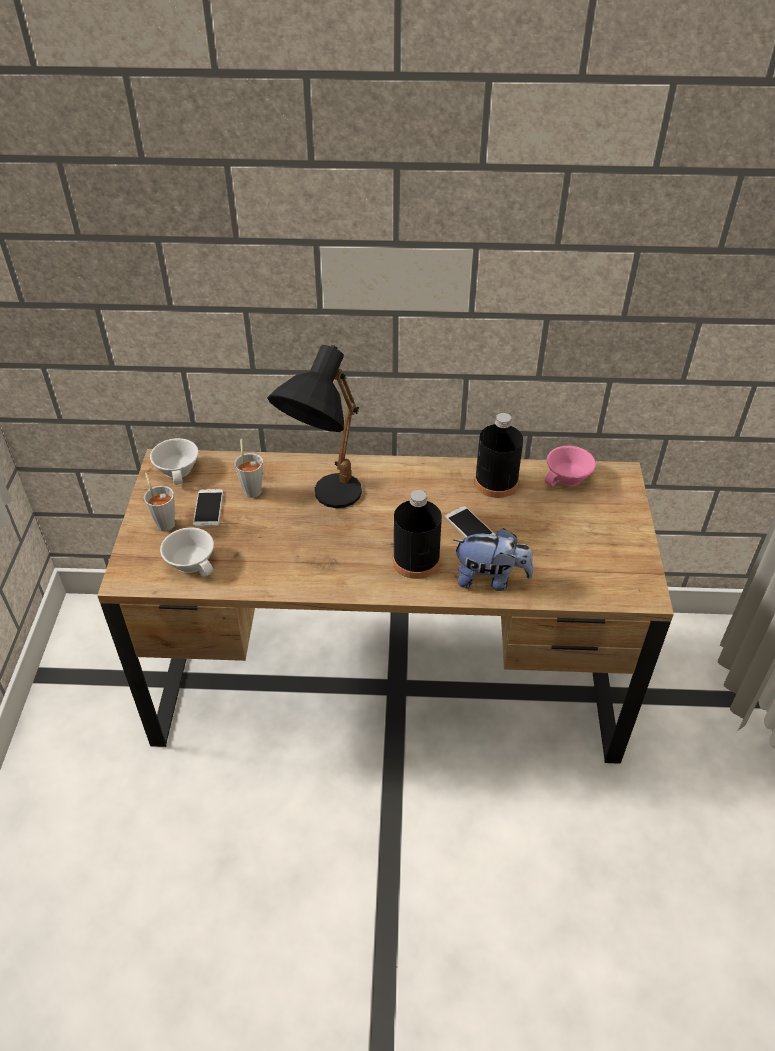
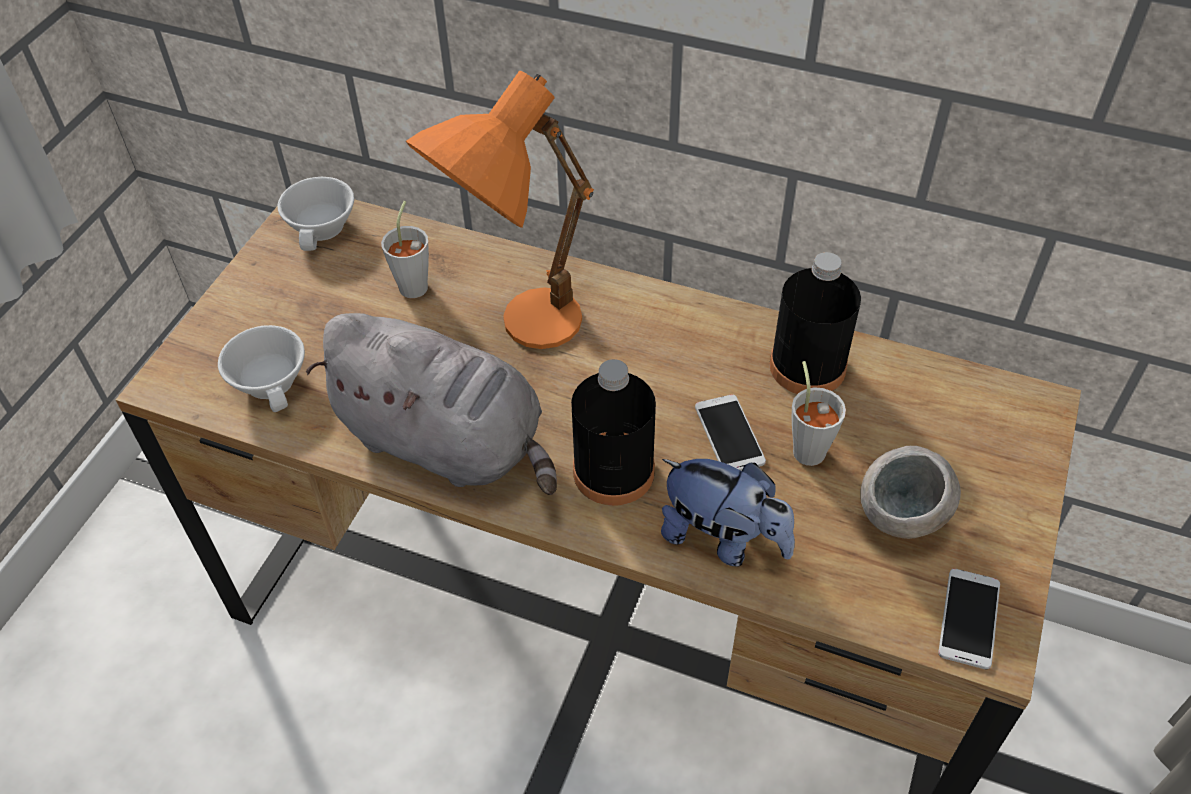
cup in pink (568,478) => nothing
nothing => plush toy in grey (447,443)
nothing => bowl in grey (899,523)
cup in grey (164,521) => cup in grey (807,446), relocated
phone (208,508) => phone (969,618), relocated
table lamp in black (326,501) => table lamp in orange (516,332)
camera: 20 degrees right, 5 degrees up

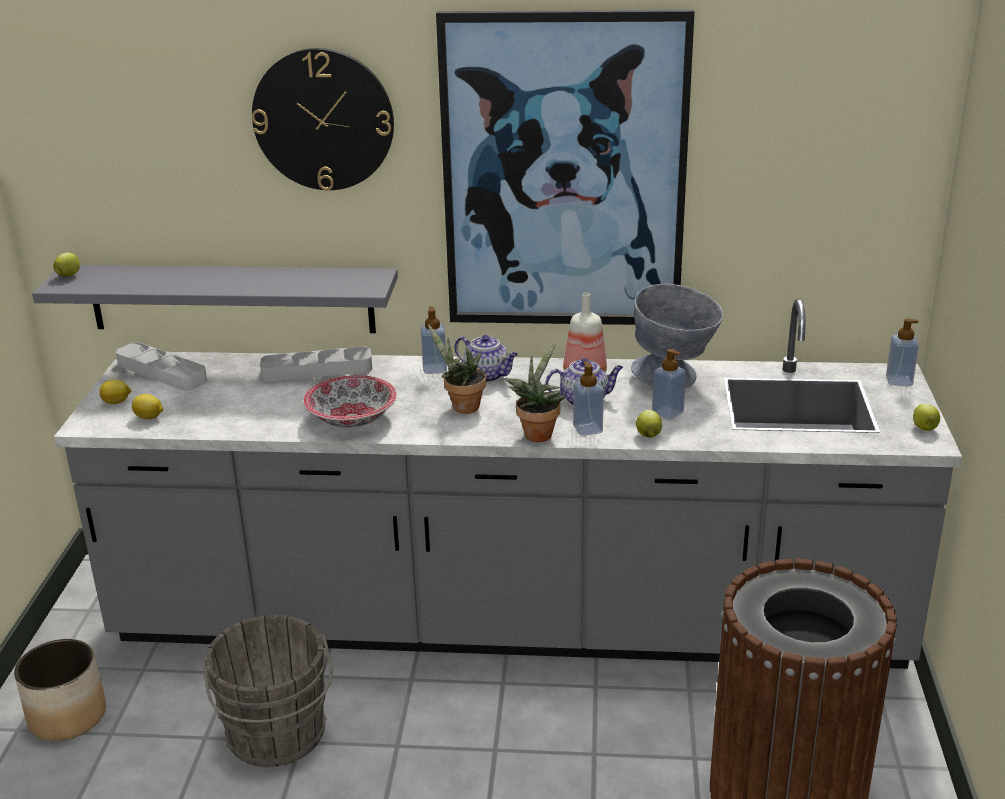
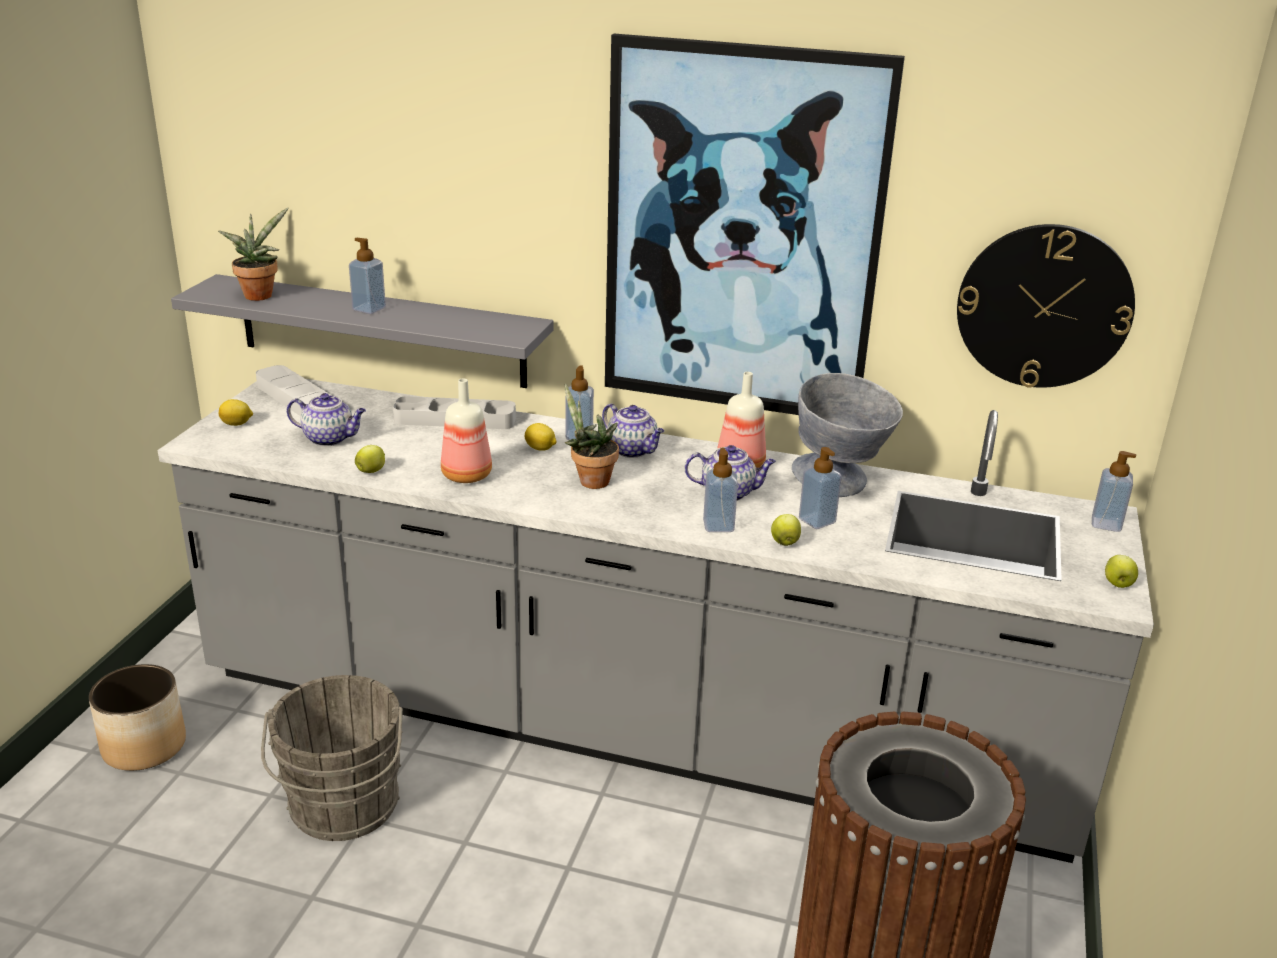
nothing => teapot (330,439)
nothing => soap dispenser (369,309)
apple (69,275) => apple (371,471), relocated
lemon (149,417) => lemon (540,449), relocated
wall clock (323,120) => wall clock (1044,306), relocated
potted plant (537,433) => potted plant (260,294), relocated
bowl (352,418) => bottle (468,476)
camera: 10 degrees right, 0 degrees up

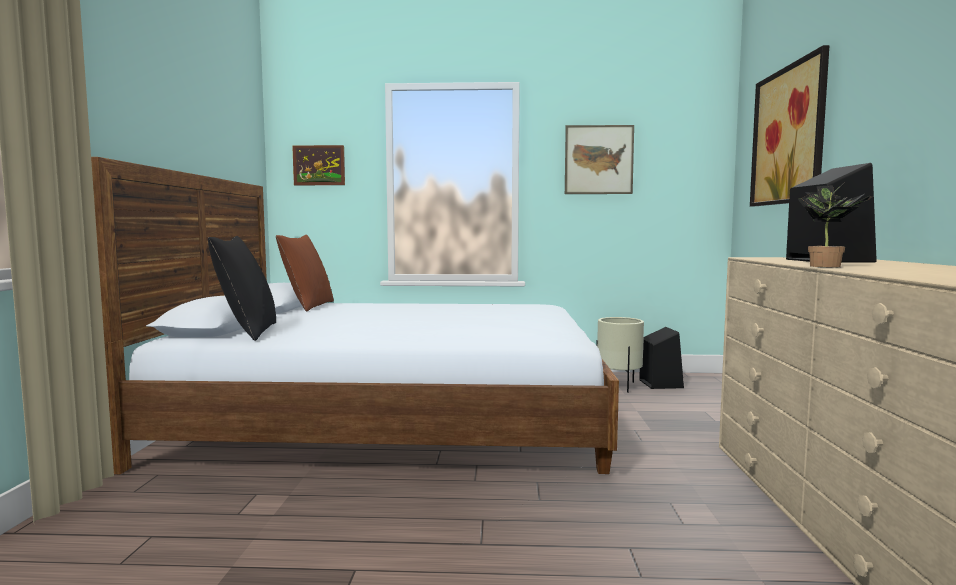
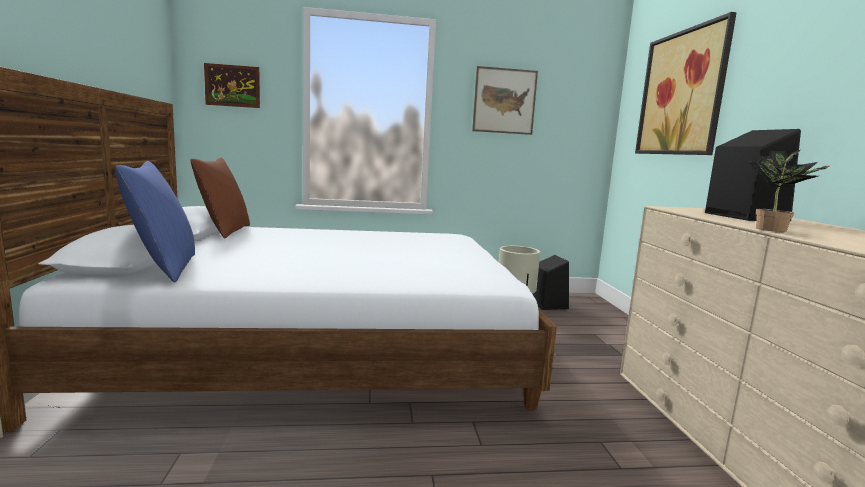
pillow in black (248,332) => pillow in blue (164,268)
camera: 10 degrees left, 5 degrees up

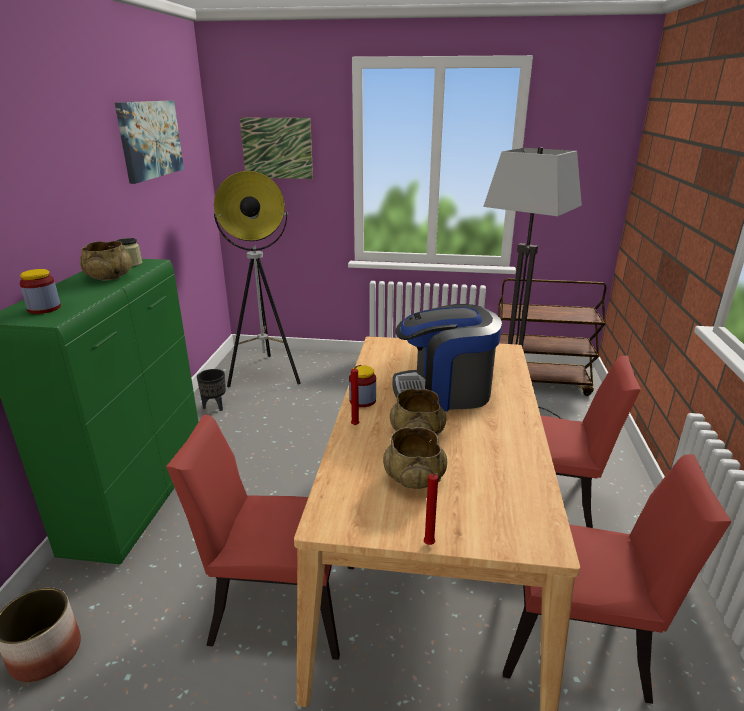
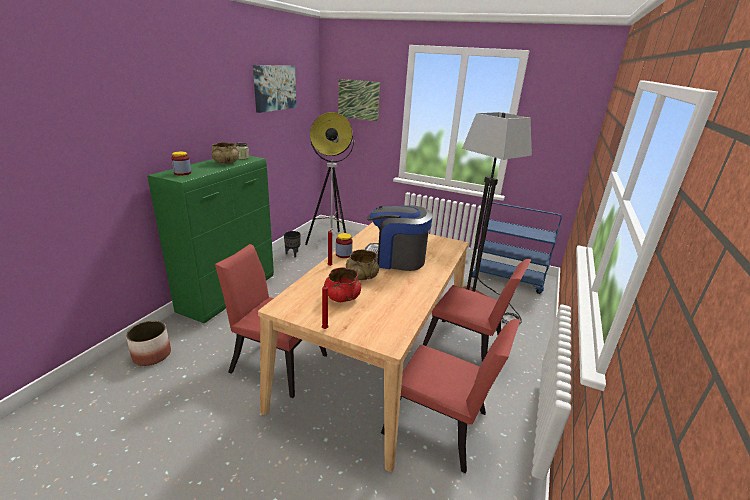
bowl in beige (414,477) => bowl in red (342,297)
cart in brown (538,383) => cart in blue (508,279)
camera: 15 degrees right, 0 degrees up

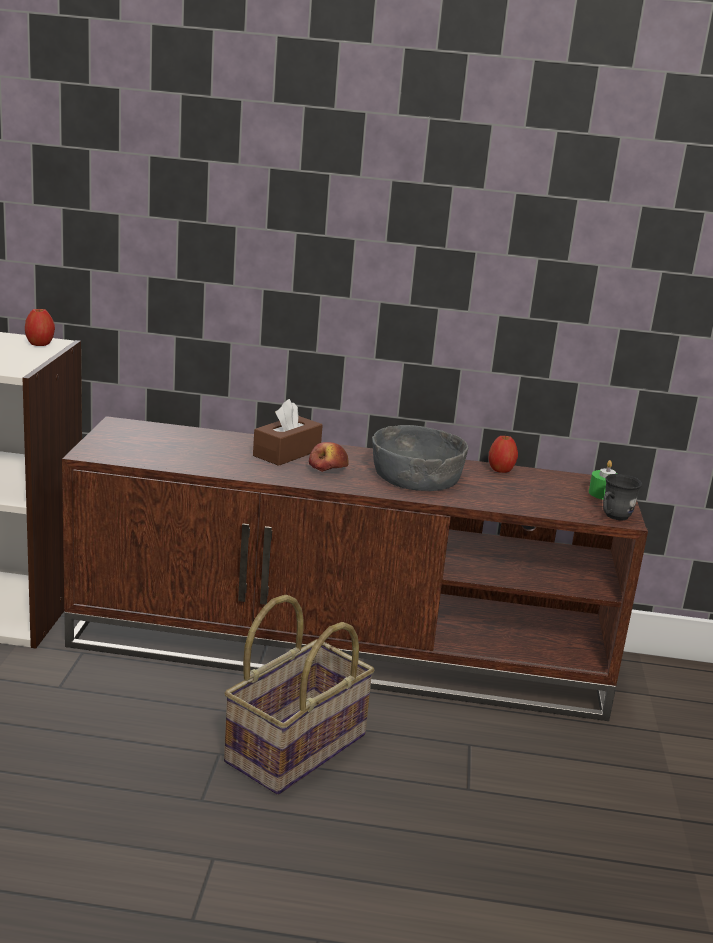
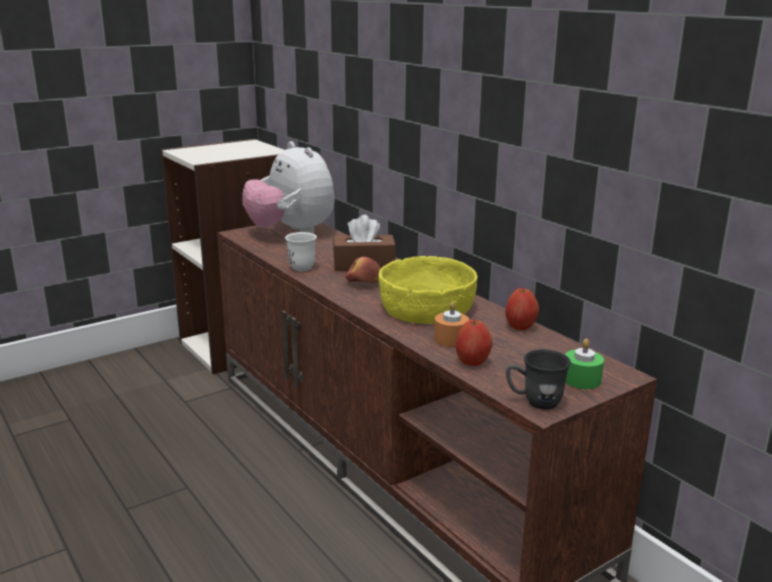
basket (295,747) => nothing
nothing => plush toy (291,232)
nothing => mug in white (299,266)
nothing => candle in orange (451,339)
apple (40,344) => apple (472,362), relocated
bowl in grey (415,474) => bowl in yellow (426,306)
camera: 50 degrees right, 0 degrees up

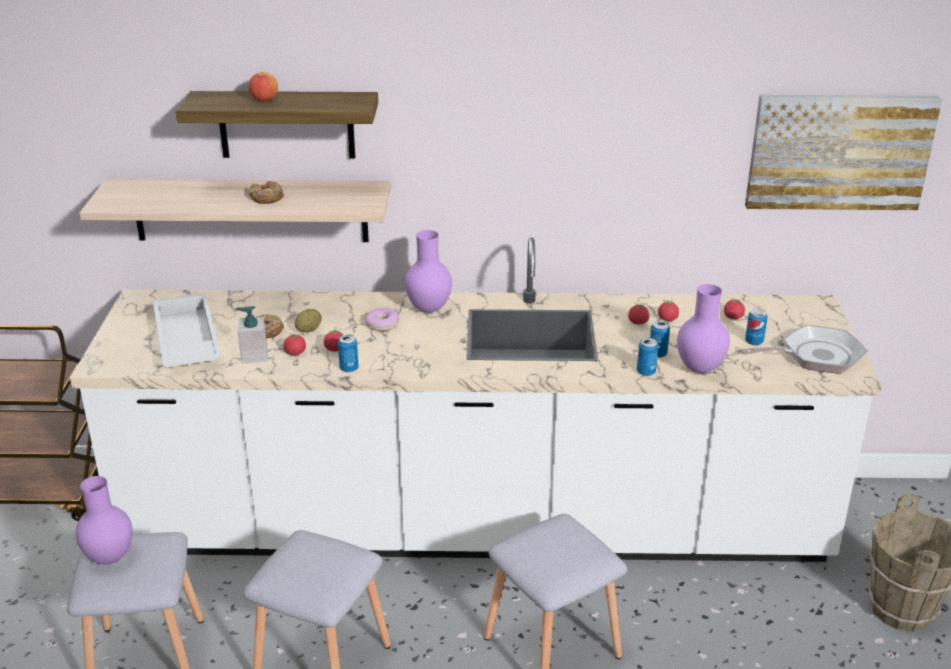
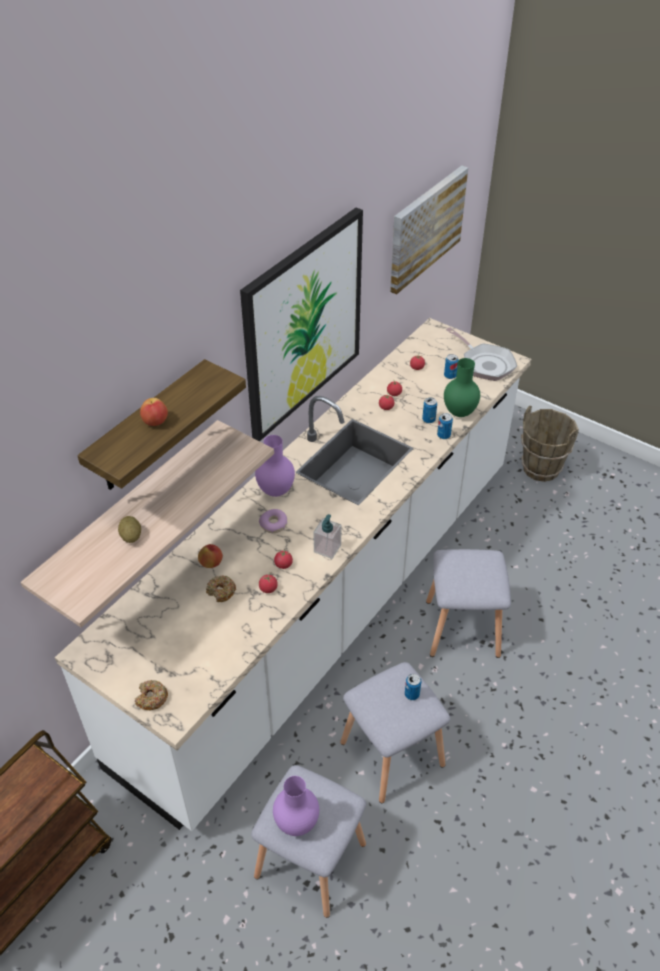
tray in white (185,341) => nothing
nothing => apple (211,563)
nothing => picture (303,324)
soap dispenser (254,356) => soap dispenser (327,548), relocated
donut (266,198) => donut (151,698), relocated
potato (309,330) => potato (131,536), relocated
can (349,368) => can (412,694), relocated
vase in purple (700,369) => vase in green (460,413)
frying pan (815,356) => frying pan (485,363), 120 degrees clockwise
camera: 55 degrees left, 15 degrees up

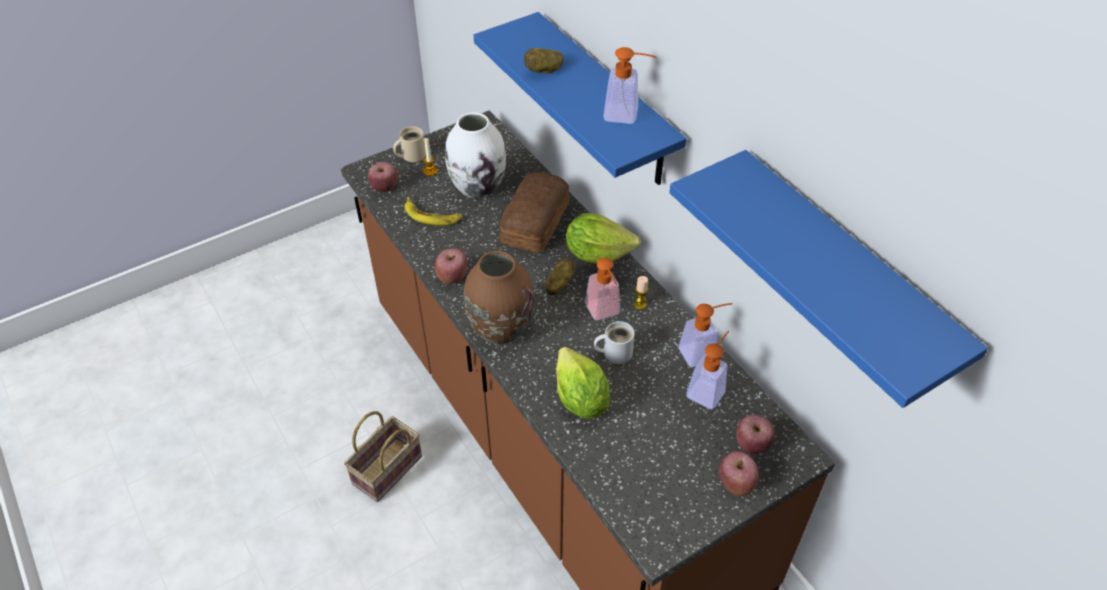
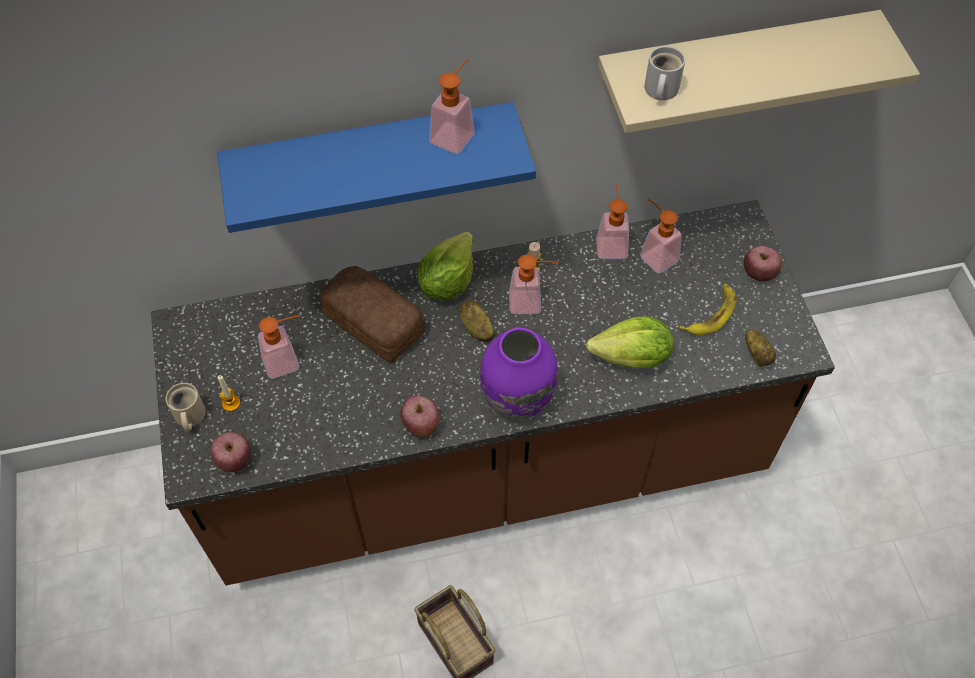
apple (752,444) => nothing
banana (432,216) => banana (711,314), relocated
potato (544,70) => potato (757,354), relocated
mug in white (614,352) => mug in white (659,90), relocated
vase in white (478,187) => soap dispenser (288,361)
vase in brown (500,329) => vase in purple (516,400)
shelf in blue (843,273) => shelf in beige (733,65)
camera: 70 degrees left, 10 degrees up

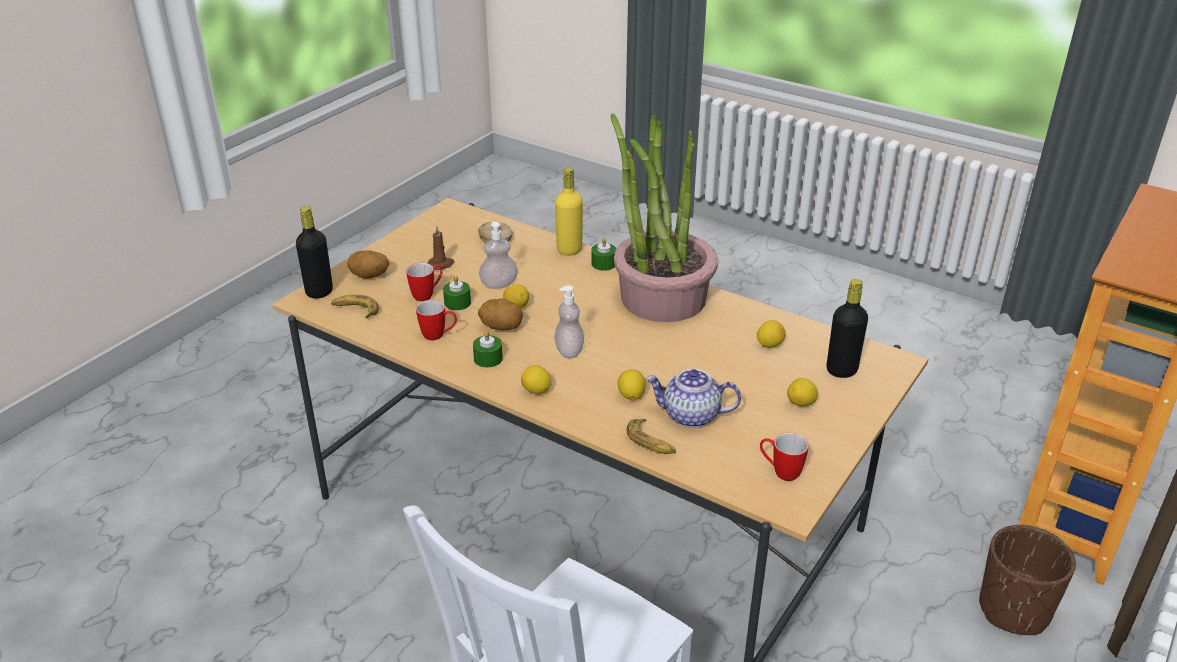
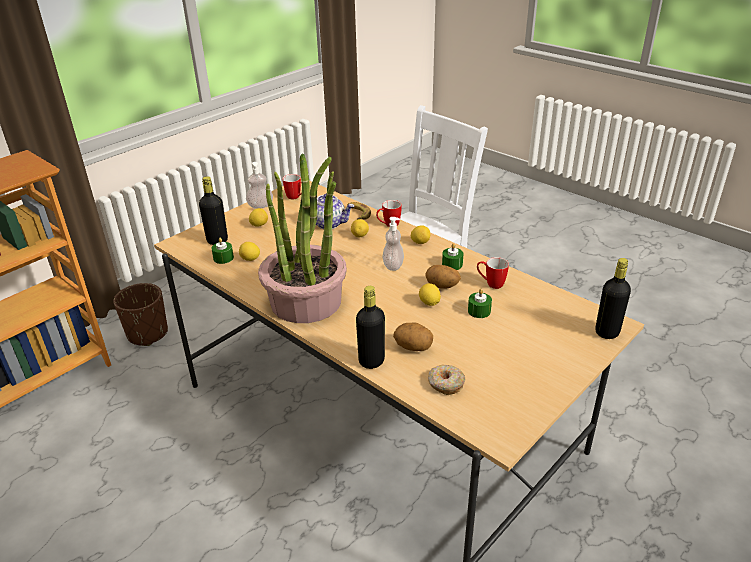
banana (355,310) => nothing
candle in brown (441,264) => nothing
potato (369,276) => potato (413,347), relocated
mug (427,294) => mug (388,225), relocated
soap dispenser (499,284) => soap dispenser (260,206), relocated
candle in green (603,263) => candle in green (223,258), relocated
bottle in yellow (569,250) => bottle in black (371,361)
camera: 170 degrees left, 0 degrees up

